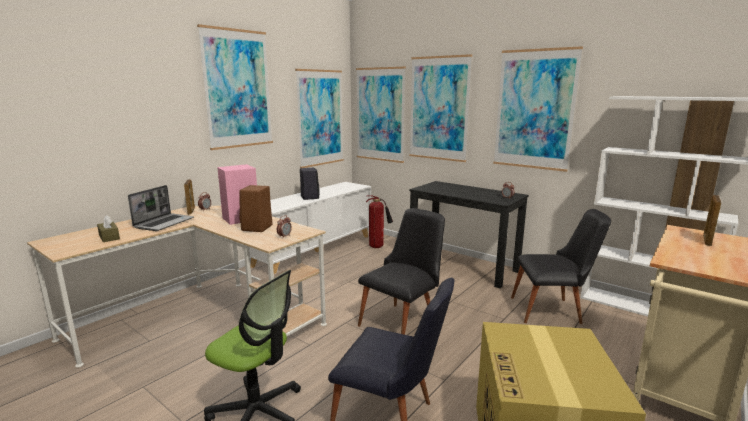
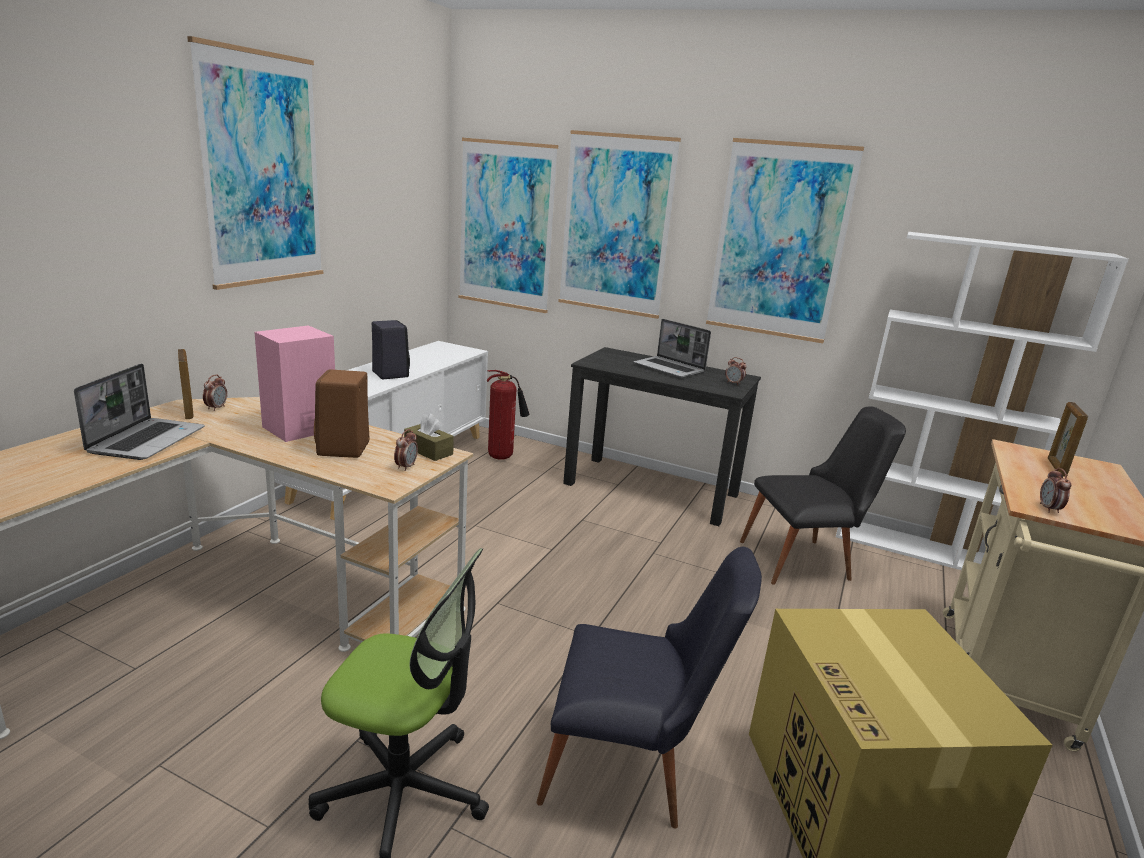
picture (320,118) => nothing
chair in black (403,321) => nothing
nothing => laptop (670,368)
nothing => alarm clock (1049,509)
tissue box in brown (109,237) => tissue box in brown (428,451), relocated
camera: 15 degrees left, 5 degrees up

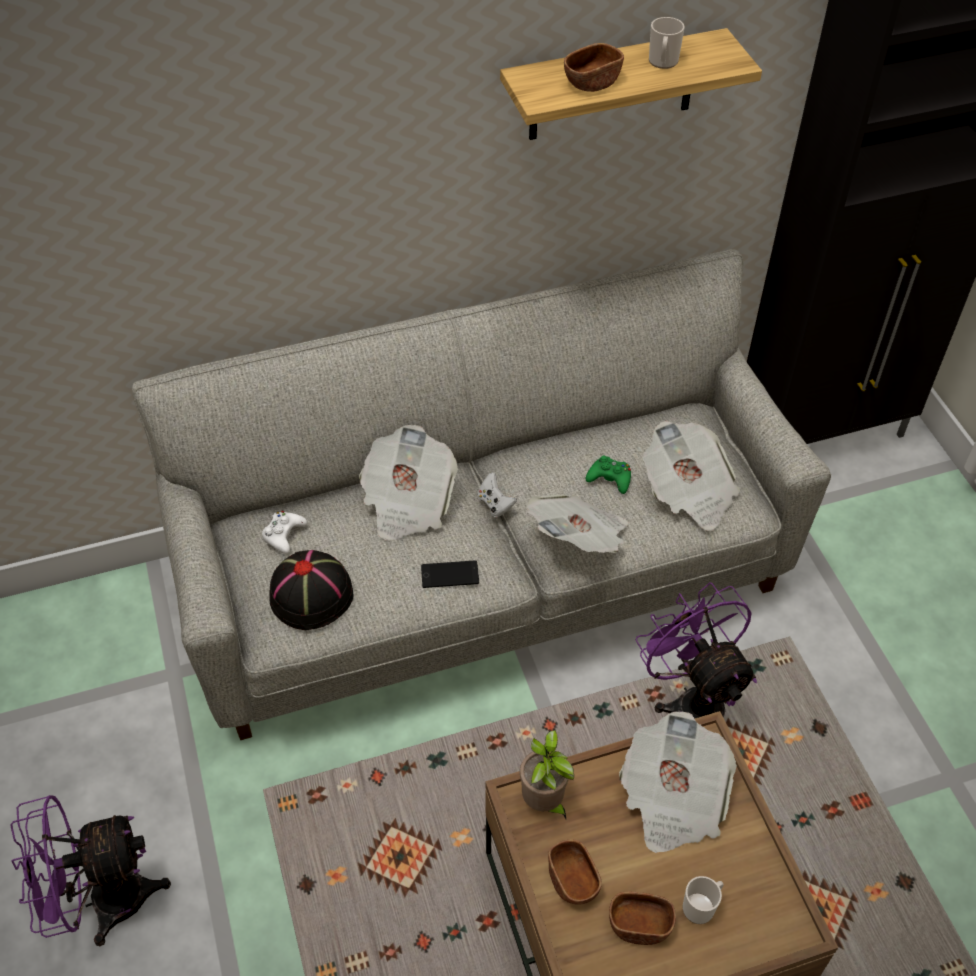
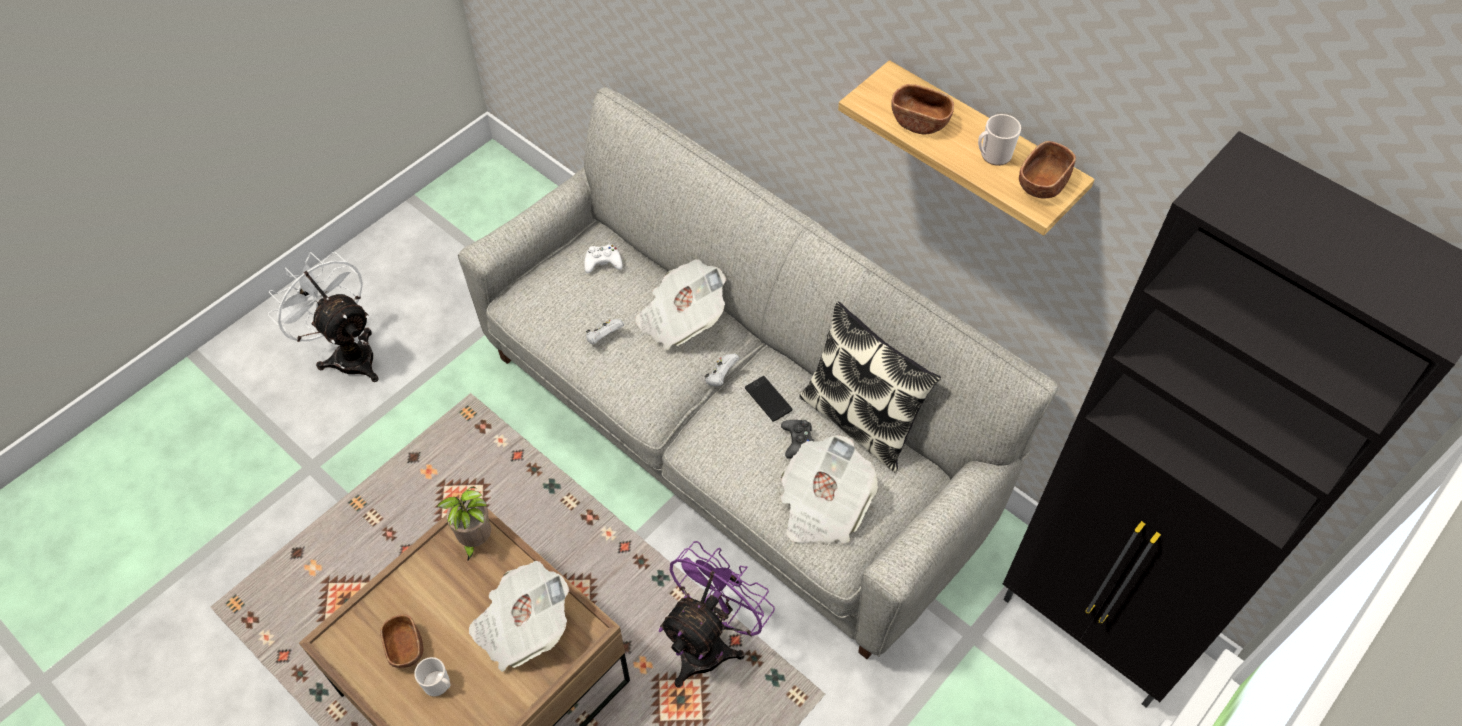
hat in black (312,594) => nothing
newspaper (579,539) => nothing
nothing => game controller in white (604,337)
nothing => pillow (860,420)
phone (450,575) => phone (768,399), relocated
bowl in brown (573,880) => bowl in brown (1042,183), relocated
fan in purple (103,901) => fan in white (347,353)
game controller in green (610,478) => game controller in black (798,441)
camera: 60 degrees right, 5 degrees up

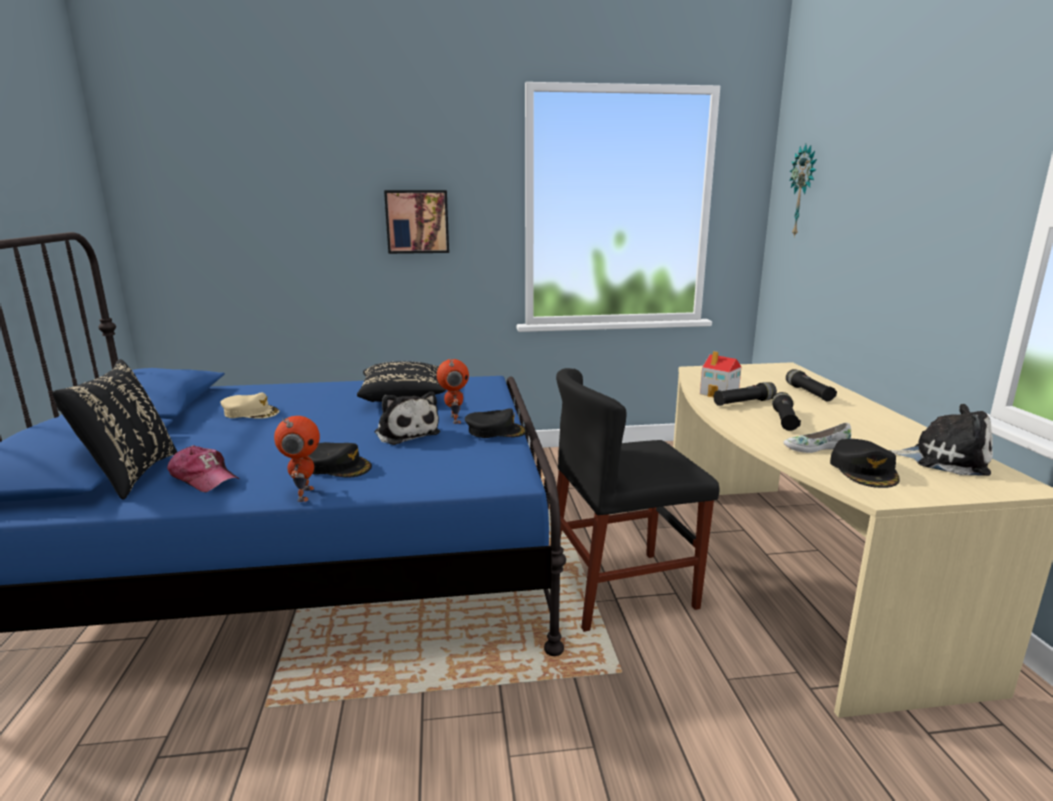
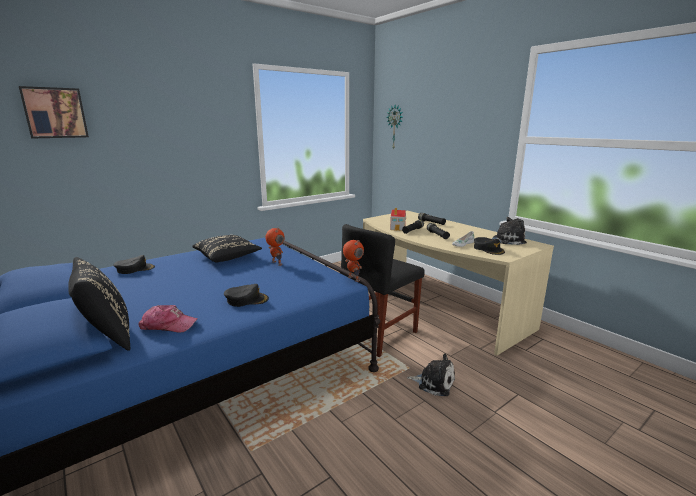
cap in beige (251,412) => nothing
toy robot (303,494) => toy robot (353,279), relocated
plush toy (406,433) => plush toy (434,382), relocated
picture (417,221) => picture (55,113), relocated
cap in black (496,431) => cap in black (135,269), relocated
camera: 30 degrees left, 0 degrees up

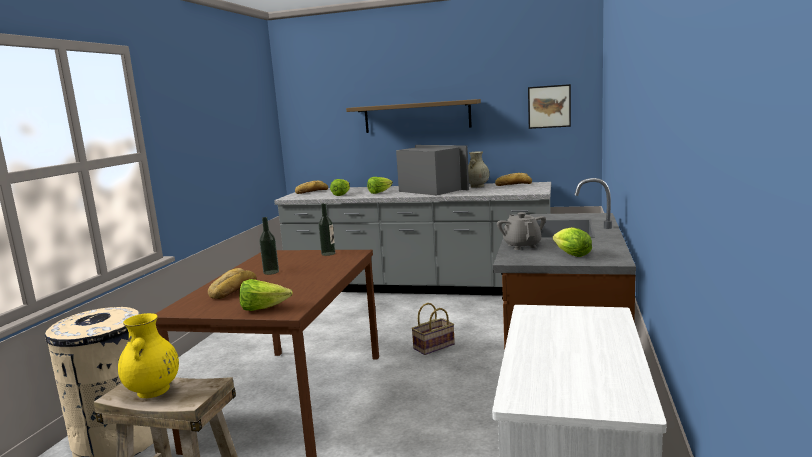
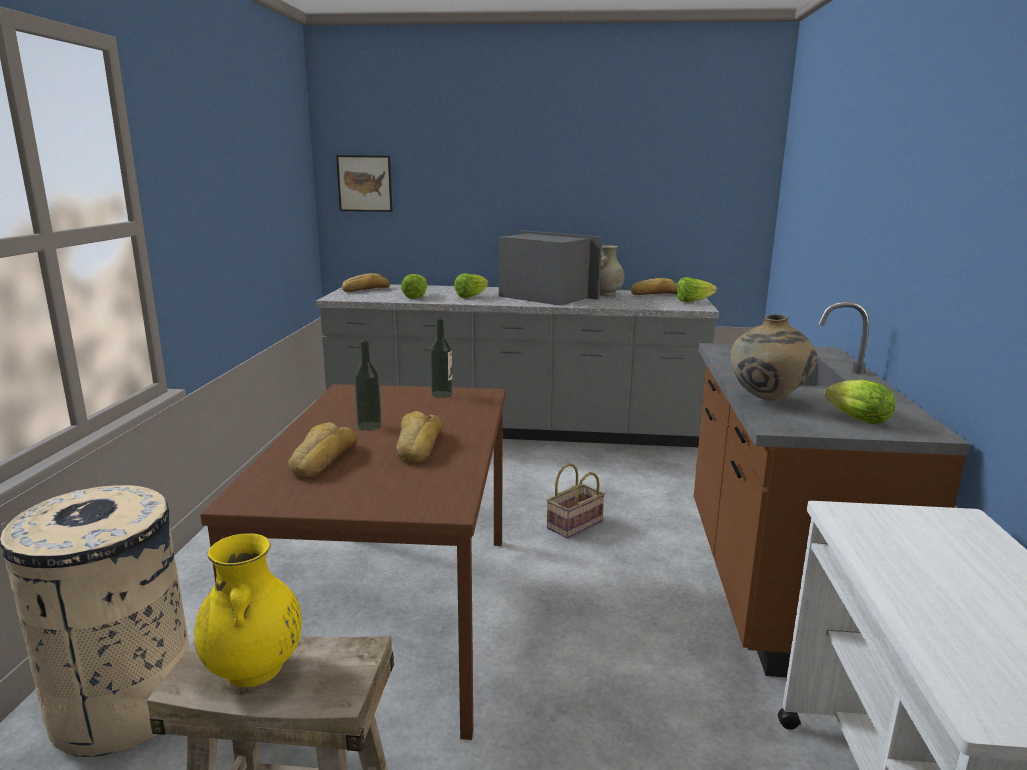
shelf (417,116) => nothing
nothing => bread (417,446)
lettuce (263,309) => lettuce (693,301), relocated
picture (549,106) => picture (364,183), relocated
teapot in grey (522,246) => vase in beige (767,400)
camera: 10 degrees left, 5 degrees up

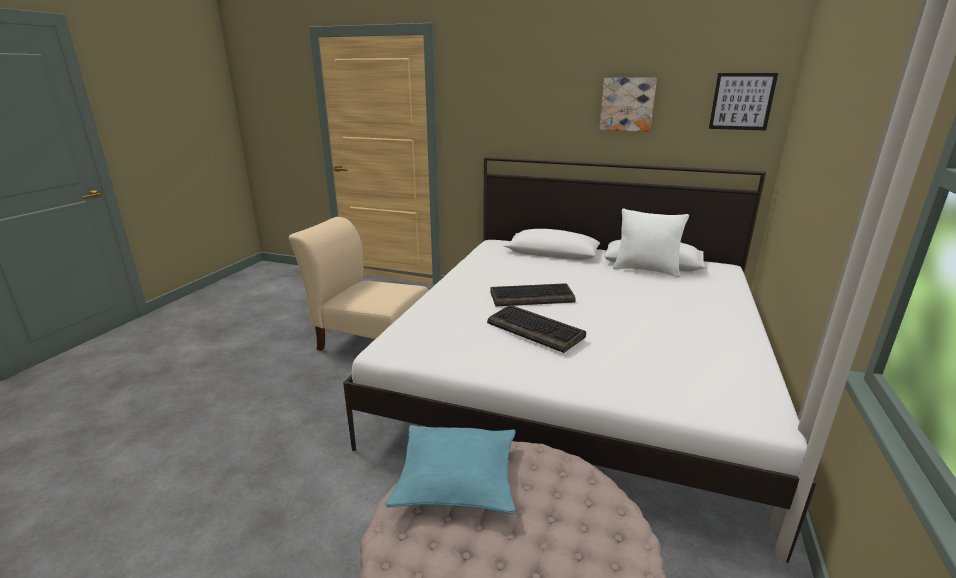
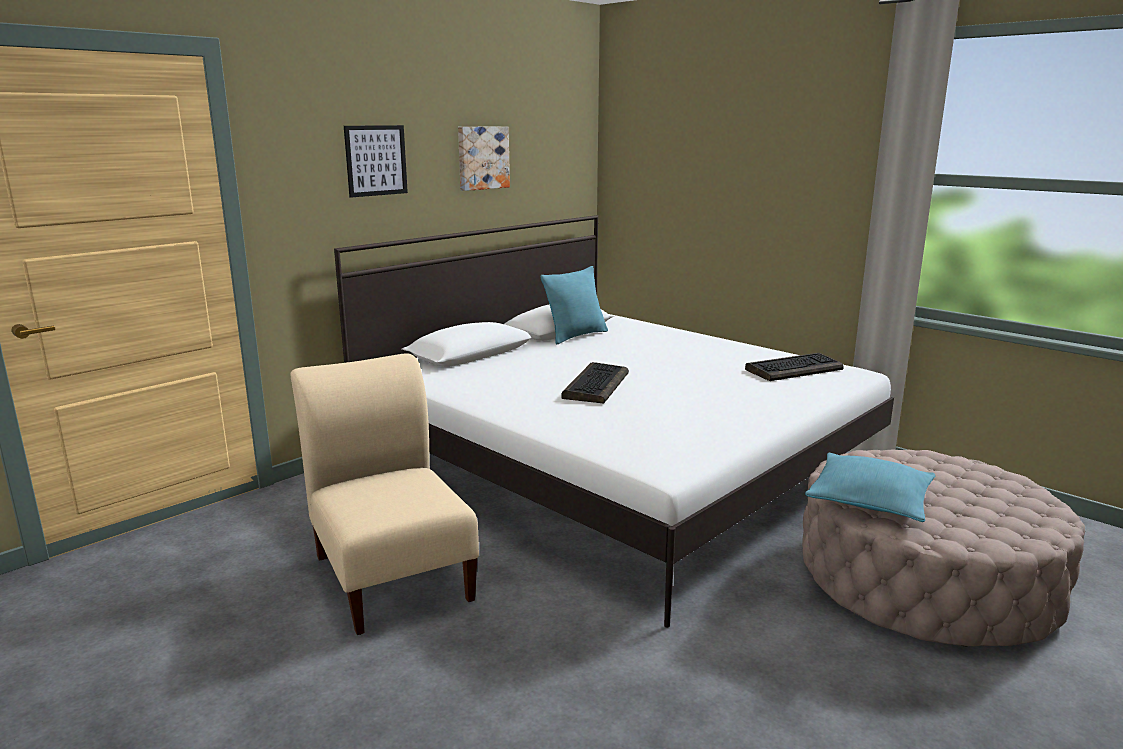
keyboard (536,330) => keyboard (794,369), relocated
picture (742,101) => picture (376,160), relocated
pillow in white (646,270) => pillow in turquoise (576,336)
chair in beige (369,341) => chair in beige (392,573), 105 degrees clockwise
camera: 65 degrees left, 5 degrees down

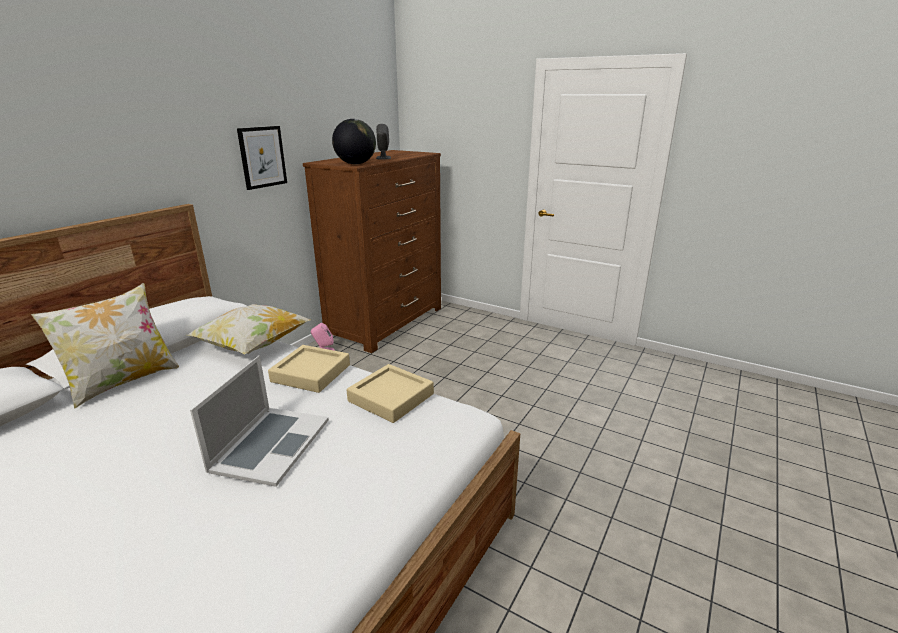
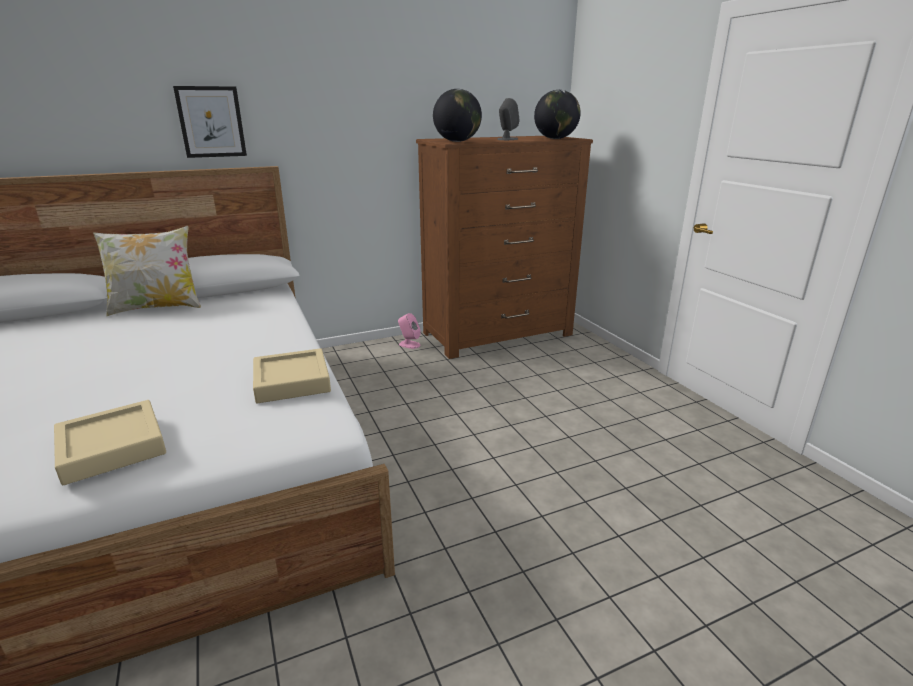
pillow (253,346) => nothing
laptop (270,444) => nothing
nothing => globe (555,139)
picture (262,157) => picture (211,122), relocated
tray in beige (311,373) => tray in beige (112,447), relocated
camera: 35 degrees right, 0 degrees up

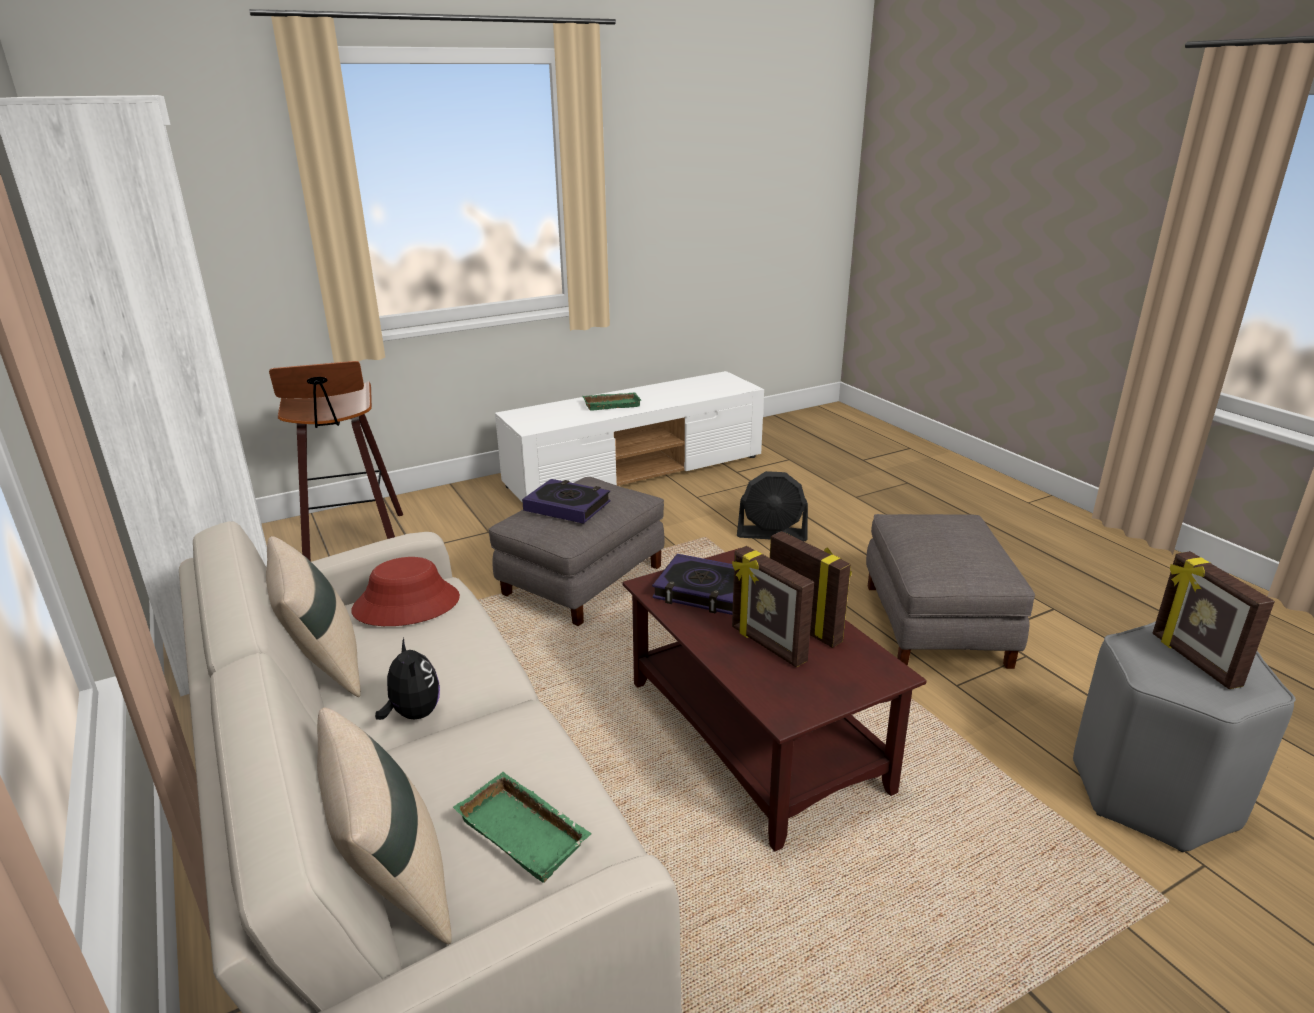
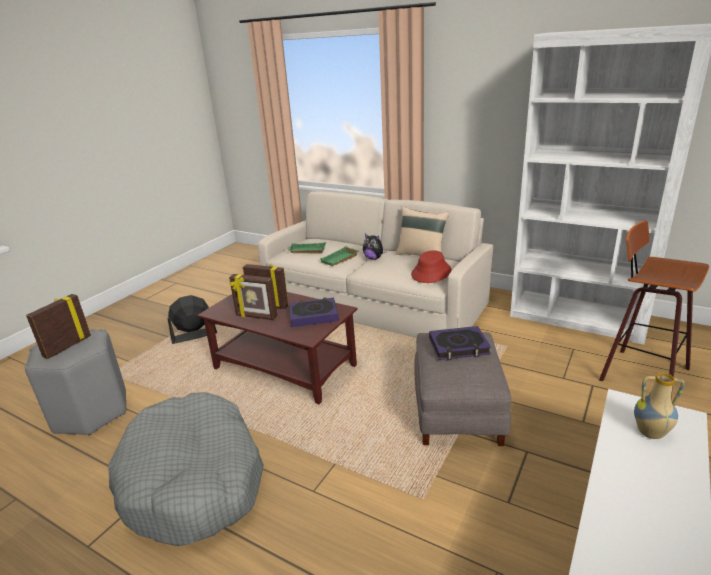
pillow in beige (394,885) => nothing
nothing => vase (650,433)
tray in green (612,404) => tray in green (340,259), relocated
fan in black (772,534) => fan in black (194,336), relocated
ottoman in grey (937,624) => dog bed in grey (194,480)
picture frame (1193,660) => picture frame (67,346), 105 degrees counterclockwise
camera: 150 degrees right, 0 degrees up

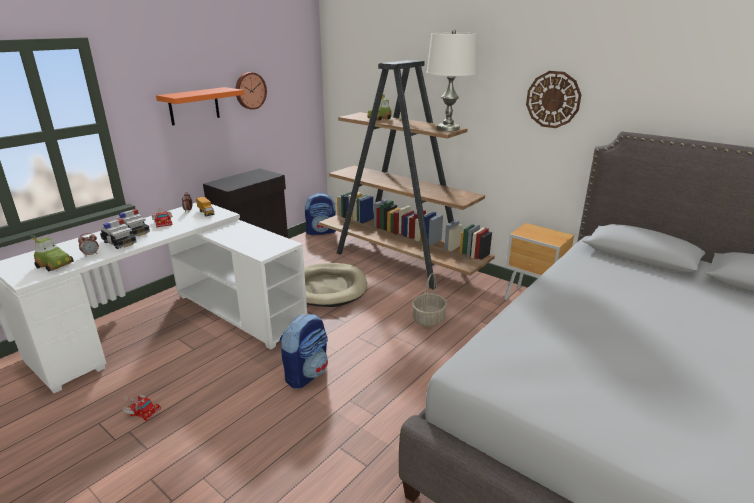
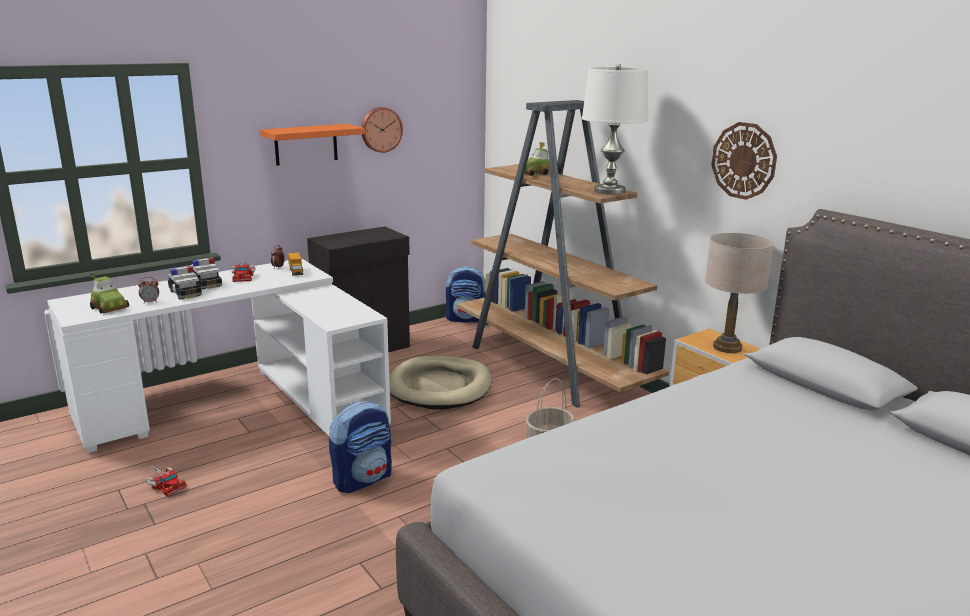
nothing => table lamp in beige (727,347)
camera: 15 degrees right, 5 degrees down

